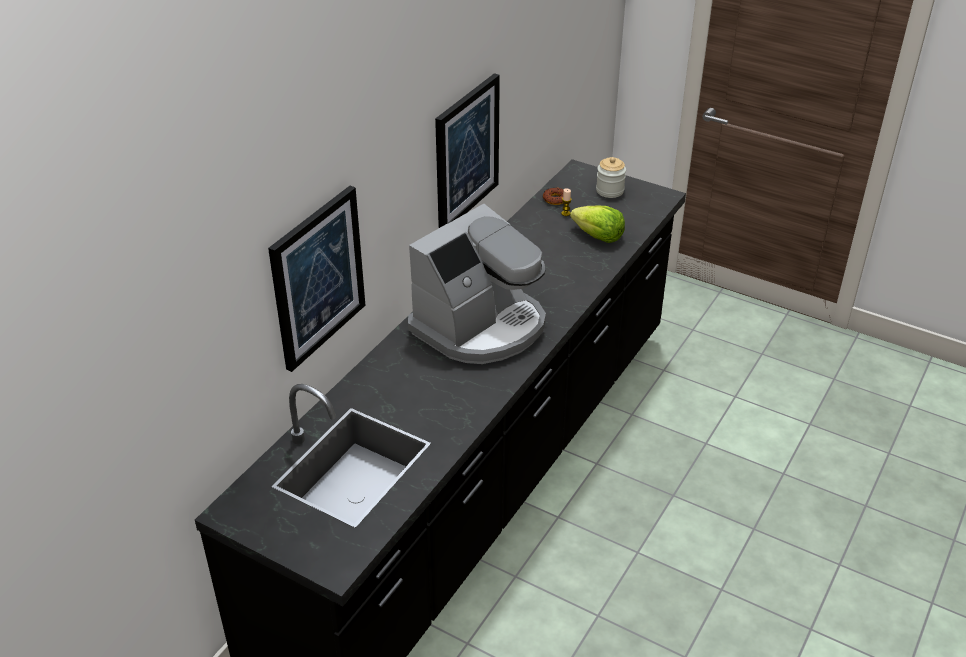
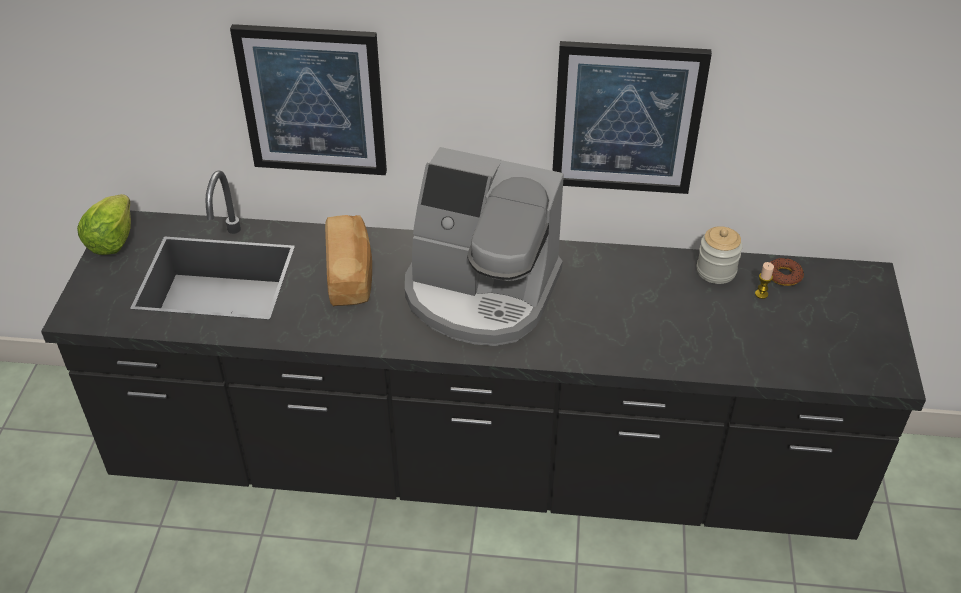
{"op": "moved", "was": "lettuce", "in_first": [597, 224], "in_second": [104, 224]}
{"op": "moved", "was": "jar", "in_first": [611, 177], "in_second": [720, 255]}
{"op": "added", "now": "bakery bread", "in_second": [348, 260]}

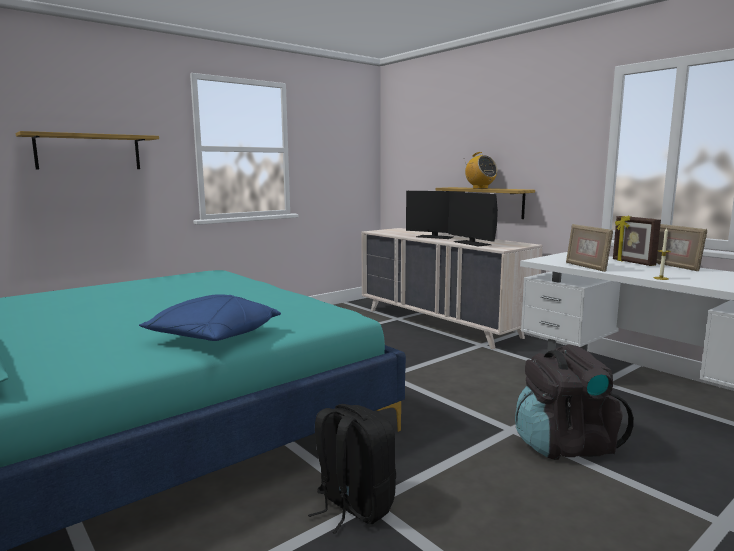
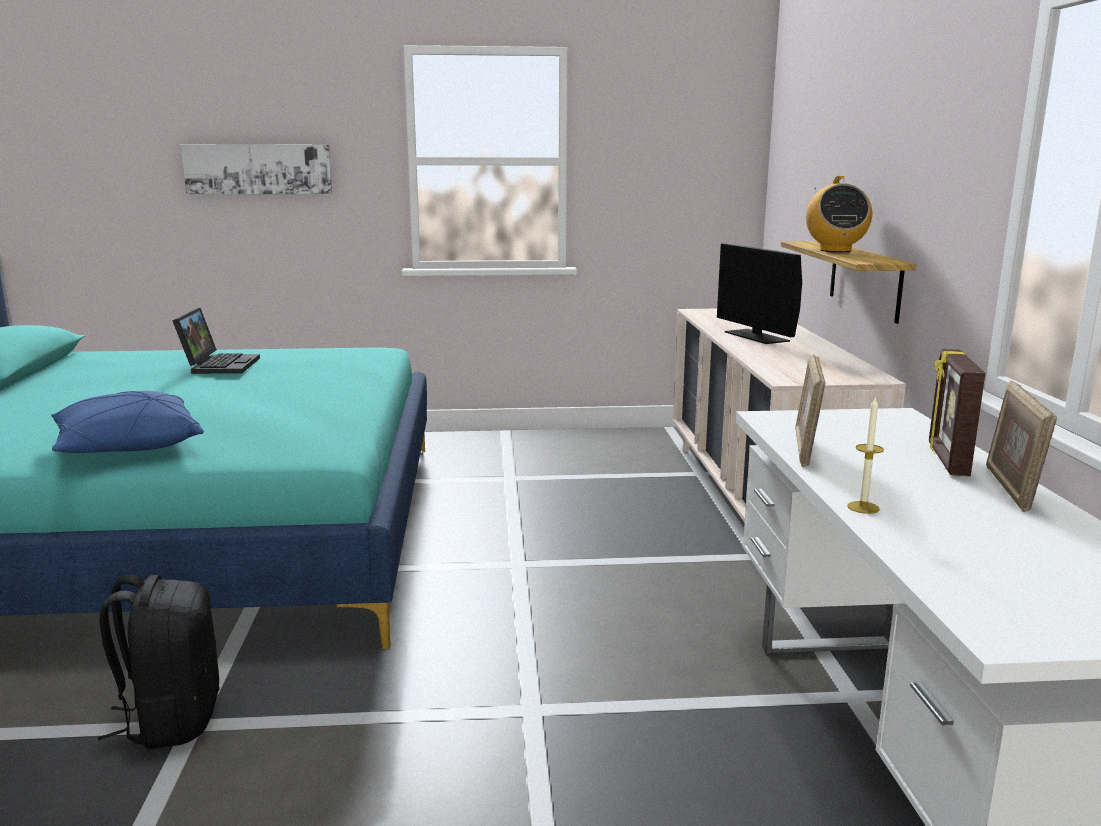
{"op": "replaced", "was": "shelf", "now": "wall picture", "in_first": [87, 150], "in_second": [257, 169]}
{"op": "removed", "was": "computer display", "in_first": [473, 219]}
{"op": "removed", "was": "blackish knapsack", "in_first": [574, 402]}
{"op": "added", "now": "laptop", "in_second": [216, 341]}

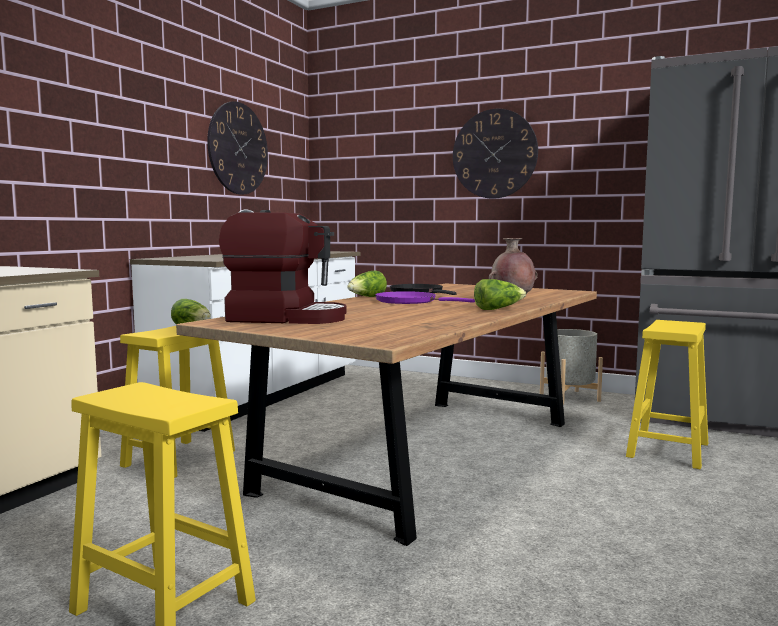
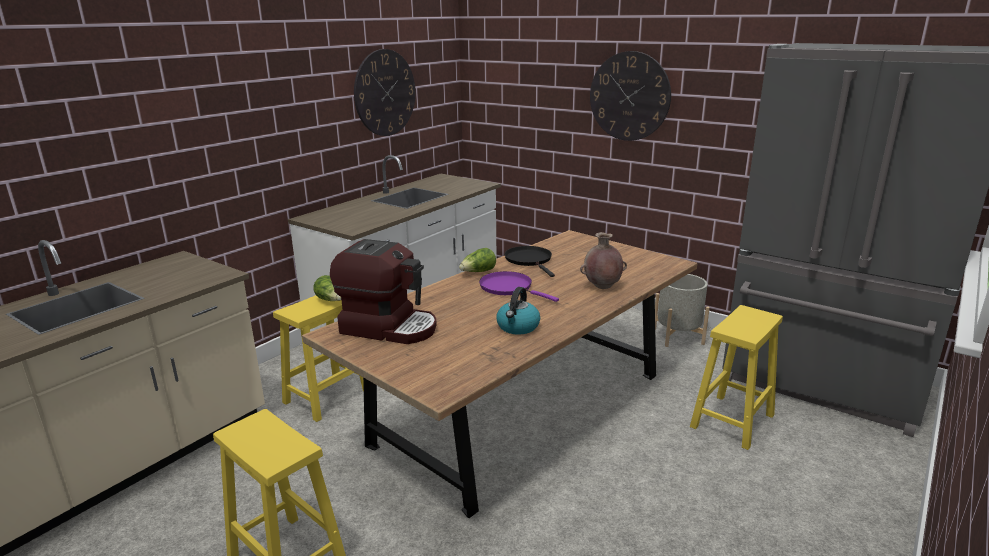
{"op": "removed", "was": "lettuce", "in_first": [500, 294]}
{"op": "added", "now": "kettle", "in_second": [518, 311]}

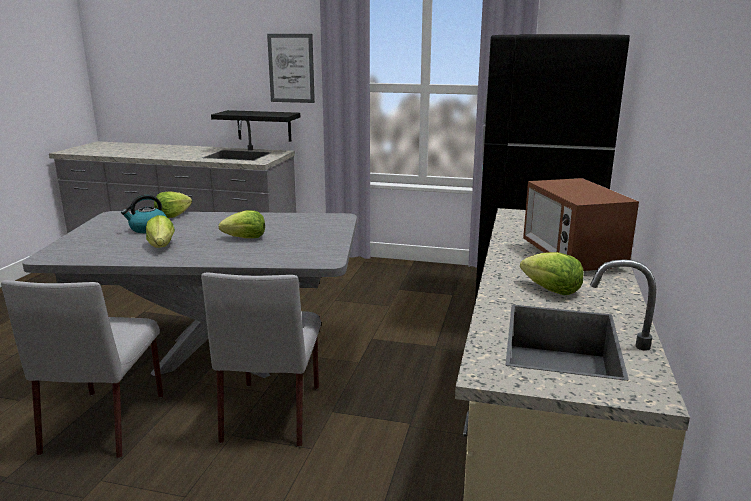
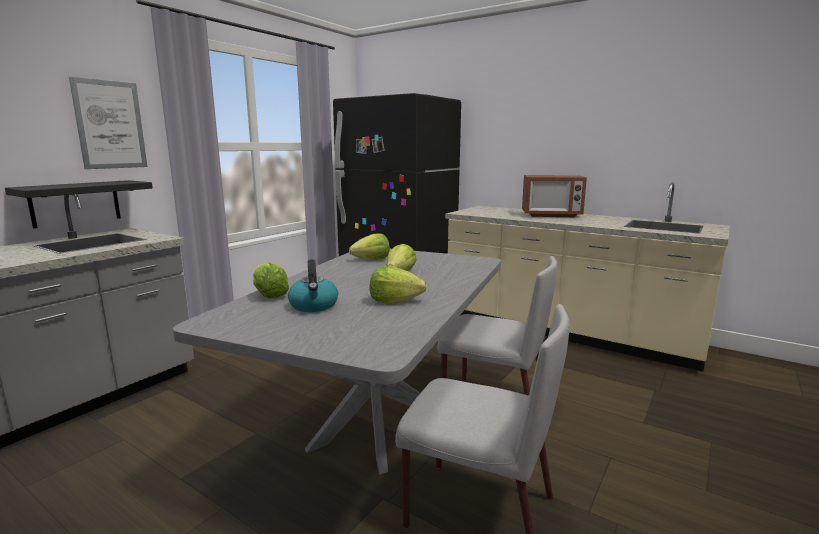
{"op": "moved", "was": "lettuce", "in_first": [552, 273], "in_second": [369, 246]}

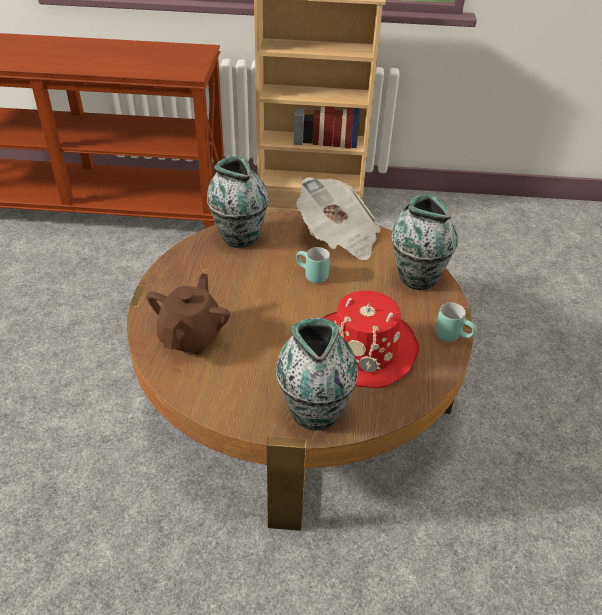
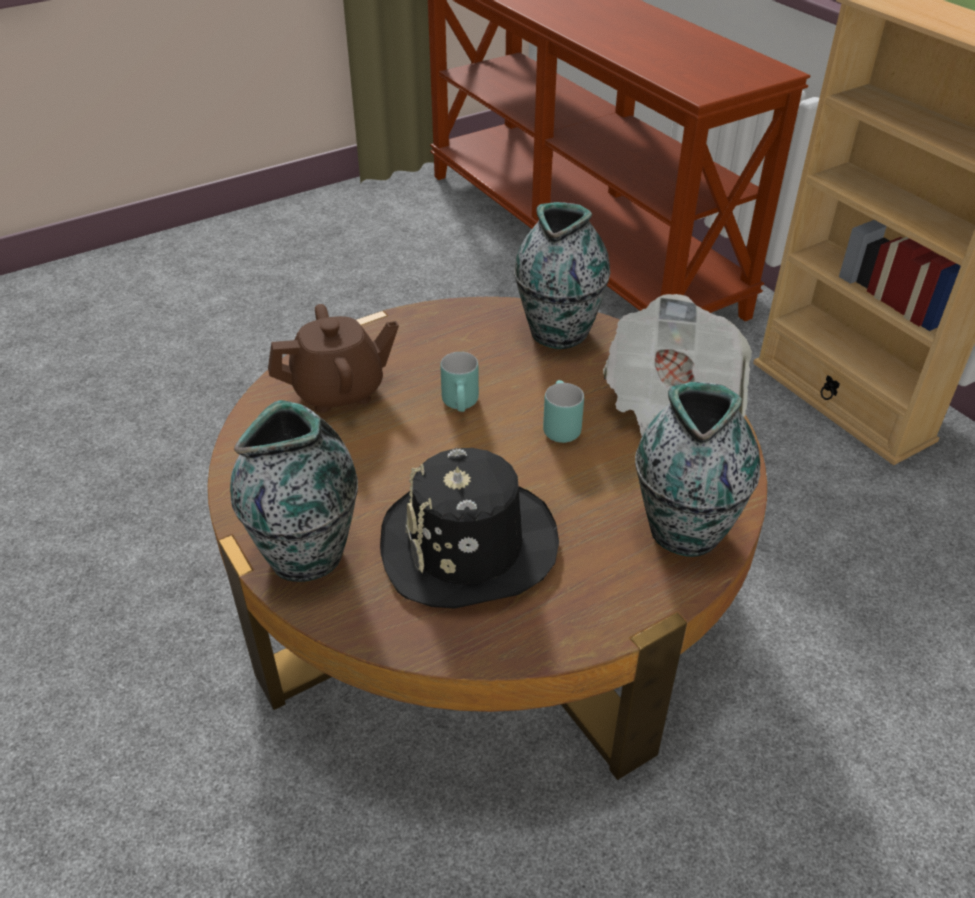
{"op": "recoloured", "was": "red-coloured clothing hat", "now": "blackish clothing hat", "in_first": [371, 339], "in_second": [469, 528]}
{"op": "moved", "was": "turquoise-coloured coffee mug", "in_first": [455, 322], "in_second": [459, 382]}

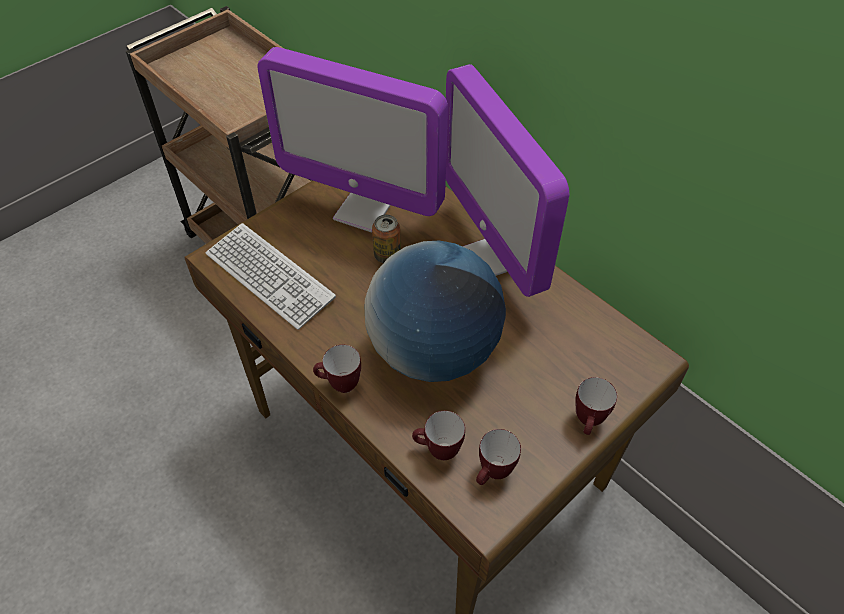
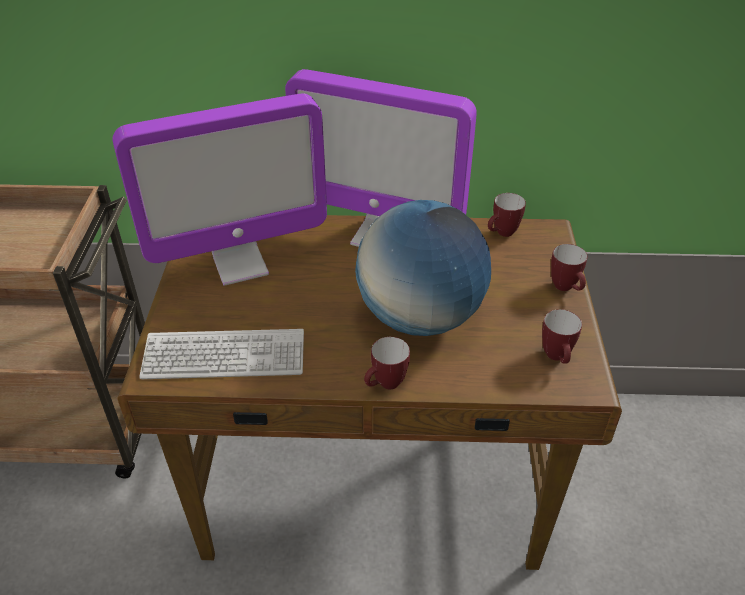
{"op": "removed", "was": "metal can", "in_first": [386, 239]}
{"op": "moved", "was": "coffee mug", "in_first": [438, 435], "in_second": [507, 215]}

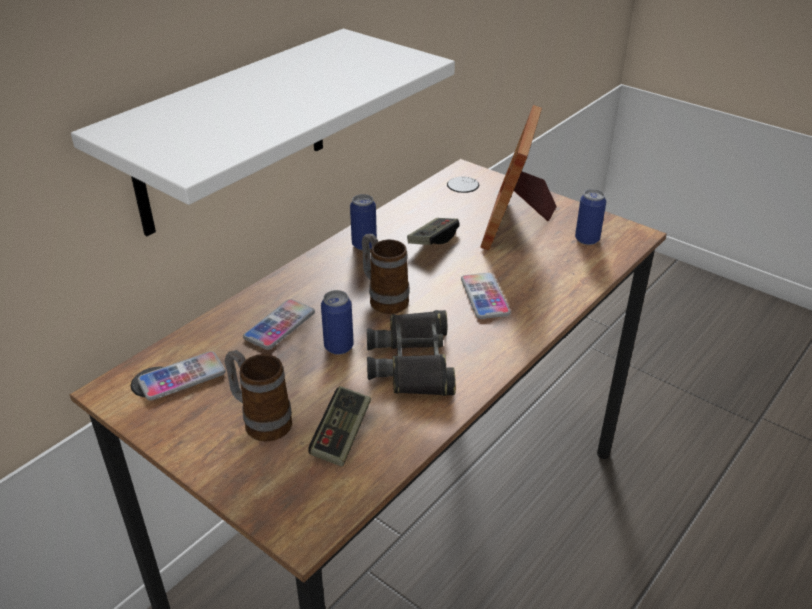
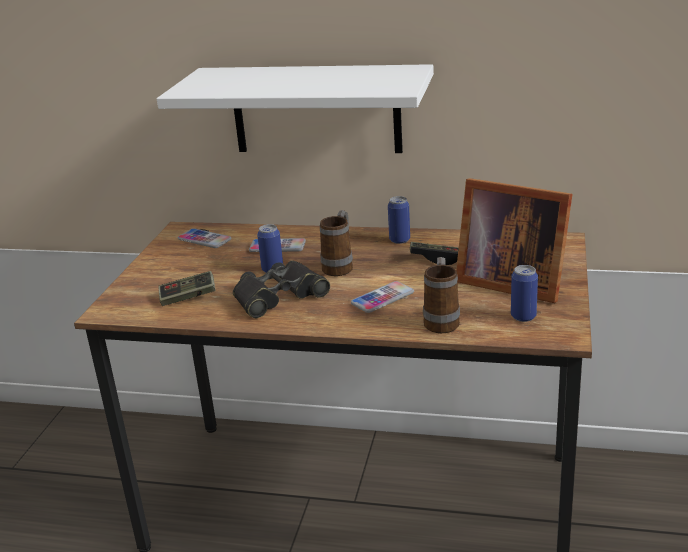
{"op": "moved", "was": "coffee mug", "in_first": [258, 396], "in_second": [441, 295]}
{"op": "turned", "was": "standing frame", "in_first": [518, 177], "in_second": [514, 240], "clockwise": -135}

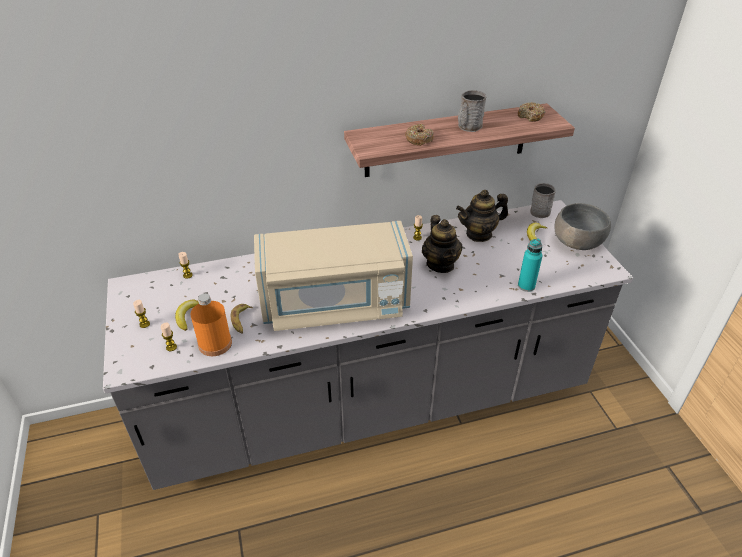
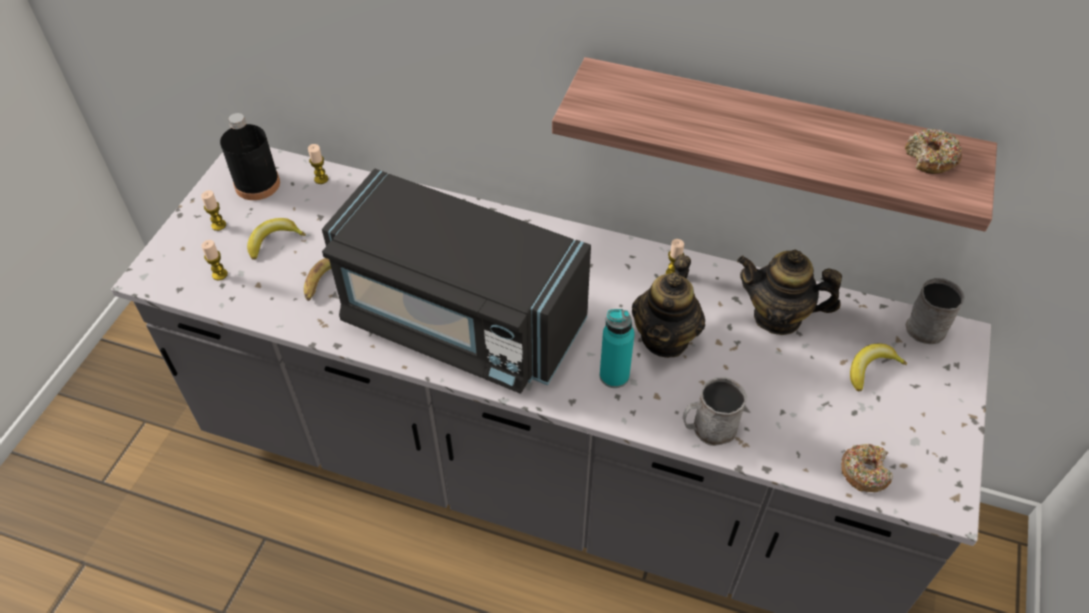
{"op": "removed", "was": "orange beverage bottle", "in_first": [211, 325]}
{"op": "recoloured", "was": "beige kitchen microwave", "now": "blackish kitchen microwave", "in_first": [333, 276], "in_second": [456, 281]}
{"op": "moved", "was": "ring doughnut", "in_first": [419, 135], "in_second": [867, 468]}
{"op": "moved", "was": "greyish coffee mug", "in_first": [472, 111], "in_second": [715, 411]}
{"op": "moved", "was": "turquoise-coloured beverage bottle", "in_first": [530, 265], "in_second": [617, 348]}
{"op": "removed", "was": "greyish bowl", "in_first": [582, 226]}
{"op": "added", "now": "blackish beverage bottle", "in_second": [250, 156]}

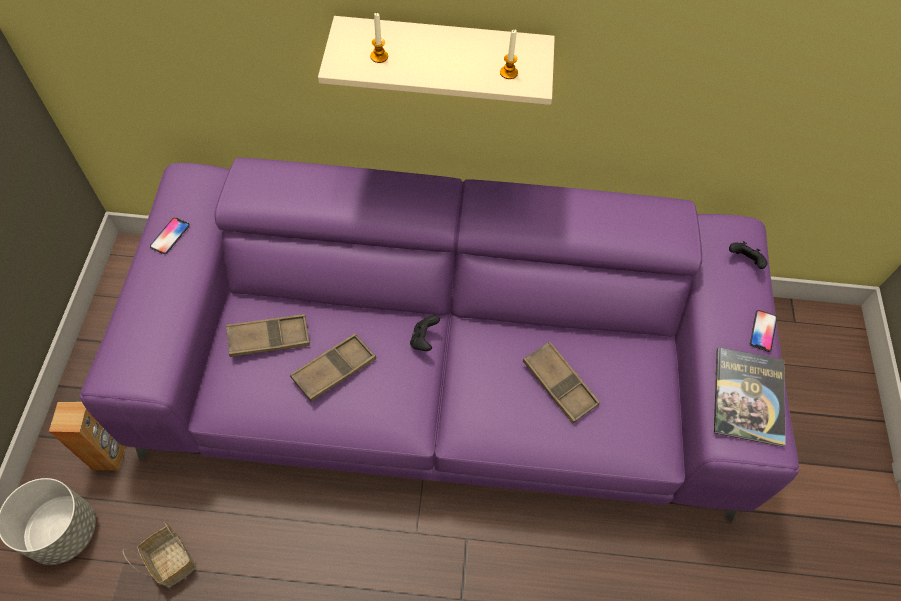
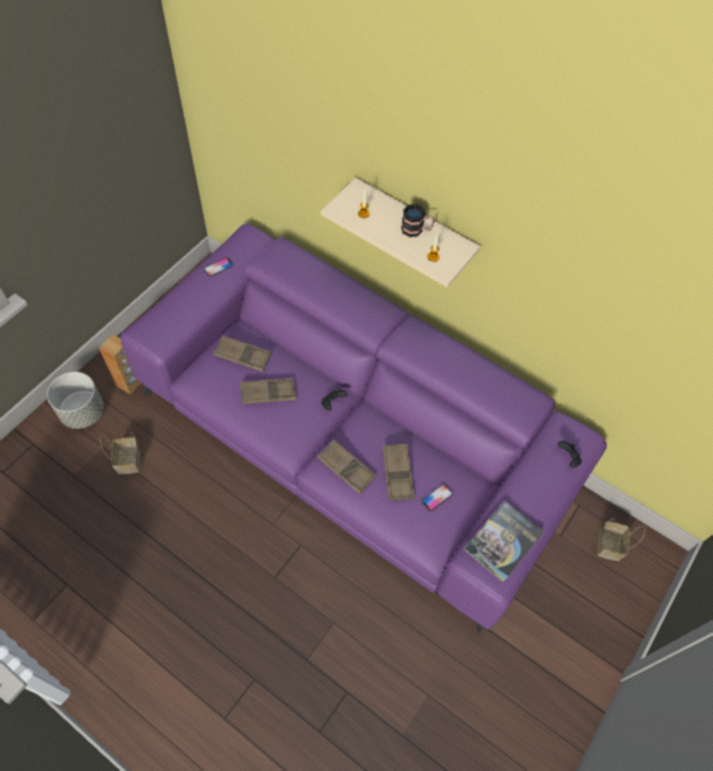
{"op": "moved", "was": "handset", "in_first": [763, 331], "in_second": [437, 498]}
{"op": "added", "now": "brown carrying tray", "in_second": [346, 466]}
{"op": "added", "now": "coffee mug", "in_second": [418, 220]}
{"op": "added", "now": "household basket", "in_second": [621, 539]}

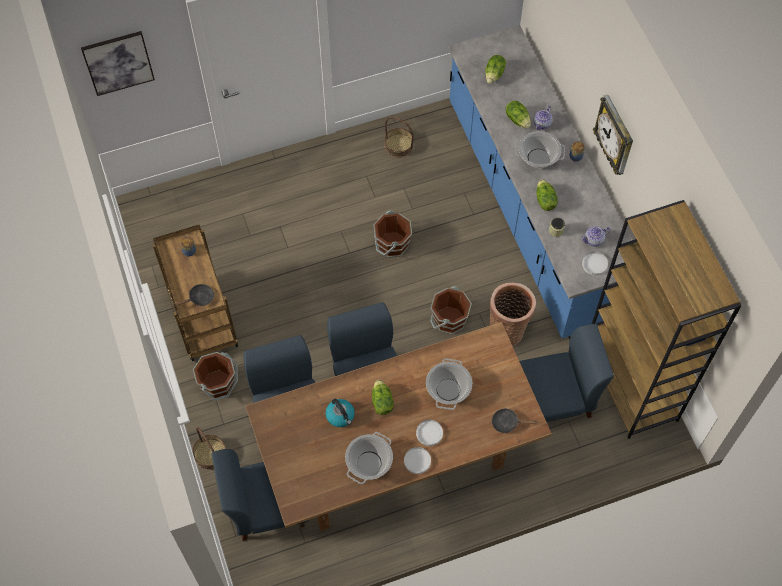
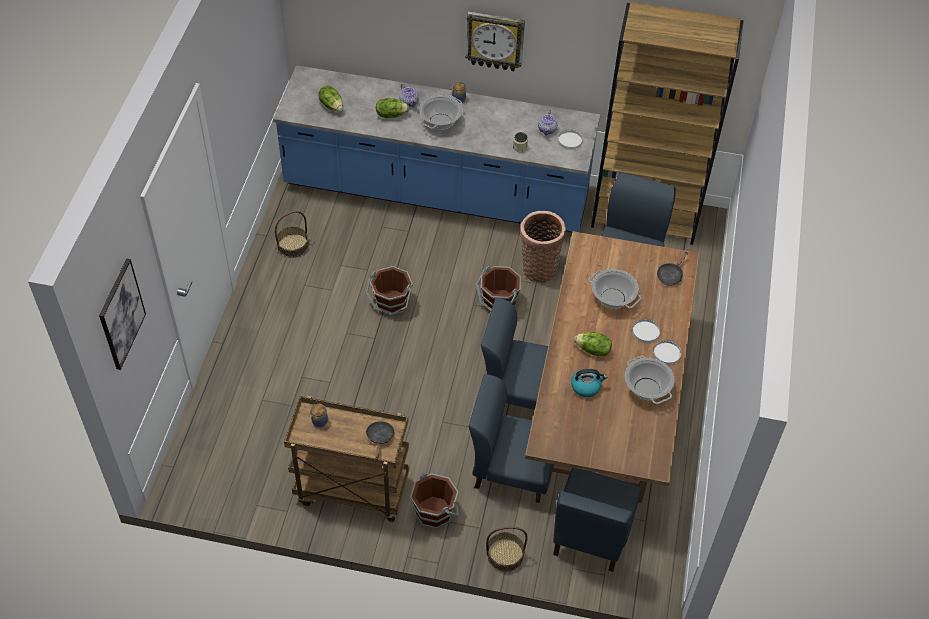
{"op": "removed", "was": "lettuce", "in_first": [547, 195]}

